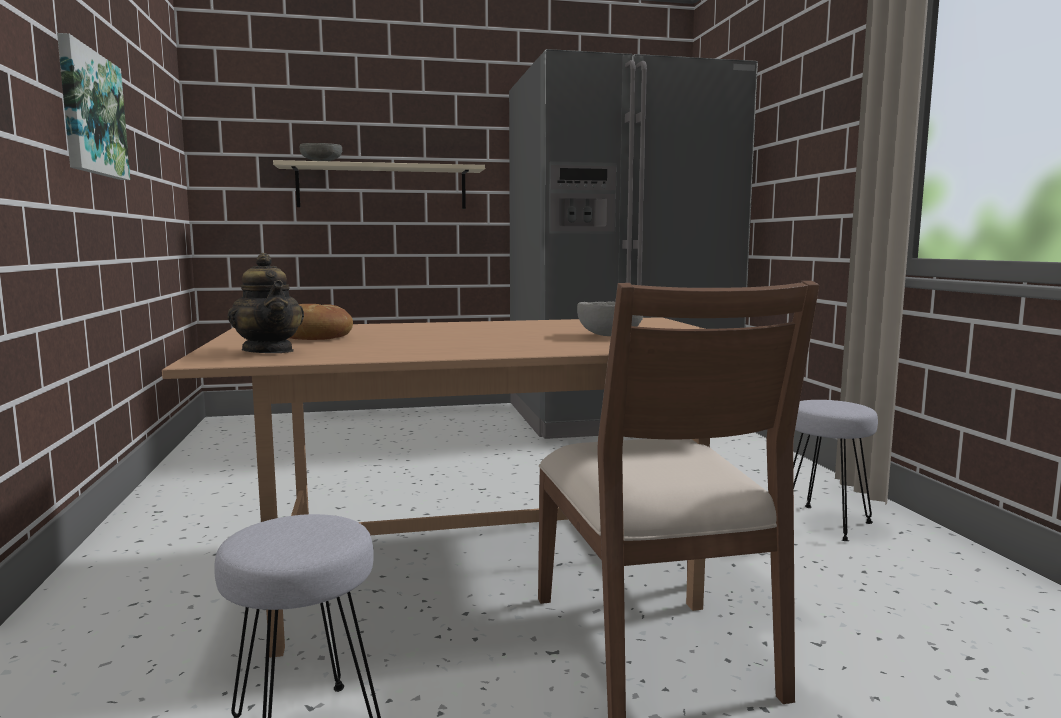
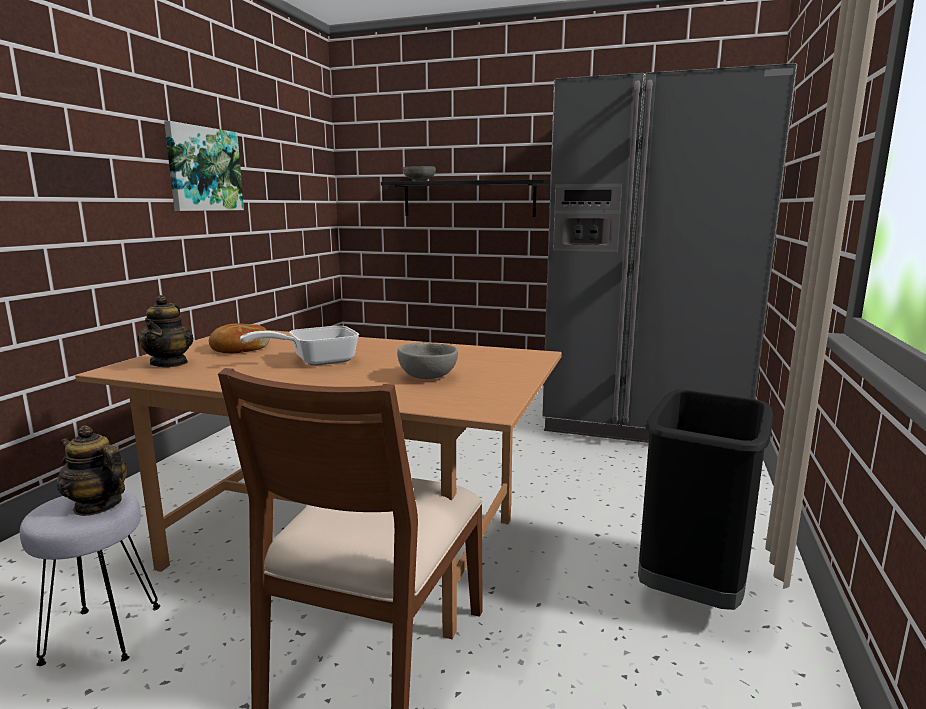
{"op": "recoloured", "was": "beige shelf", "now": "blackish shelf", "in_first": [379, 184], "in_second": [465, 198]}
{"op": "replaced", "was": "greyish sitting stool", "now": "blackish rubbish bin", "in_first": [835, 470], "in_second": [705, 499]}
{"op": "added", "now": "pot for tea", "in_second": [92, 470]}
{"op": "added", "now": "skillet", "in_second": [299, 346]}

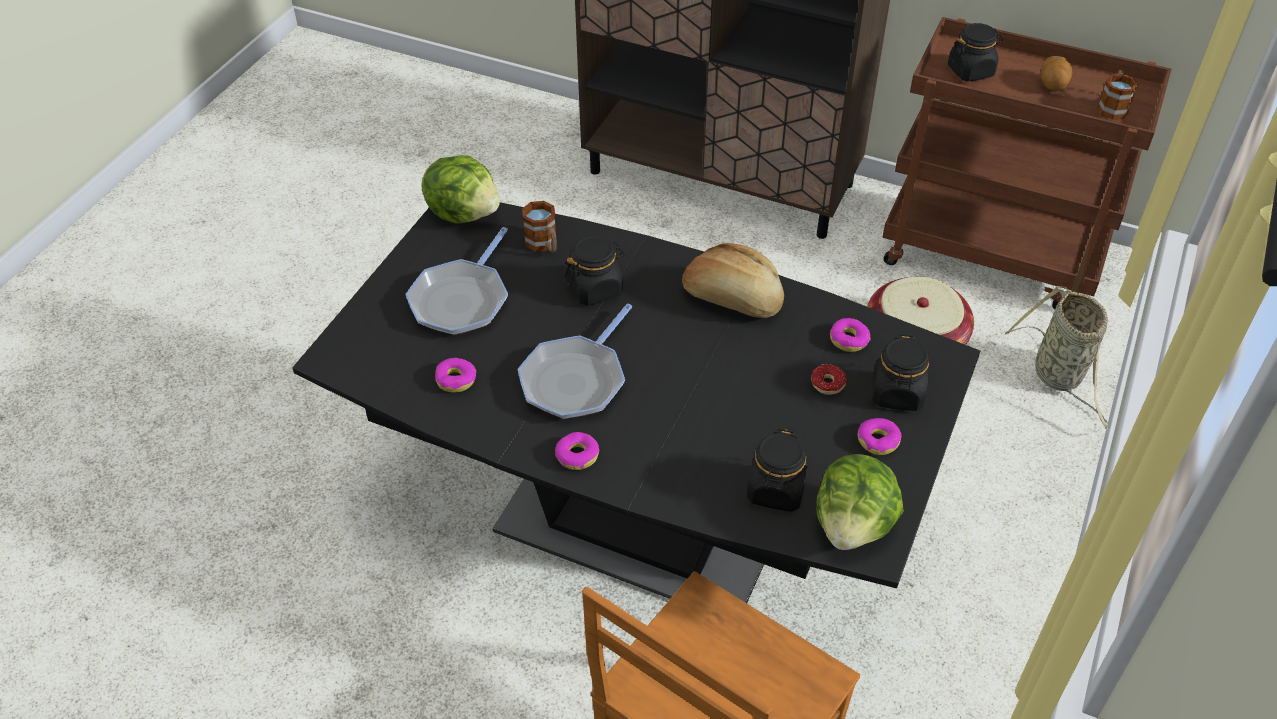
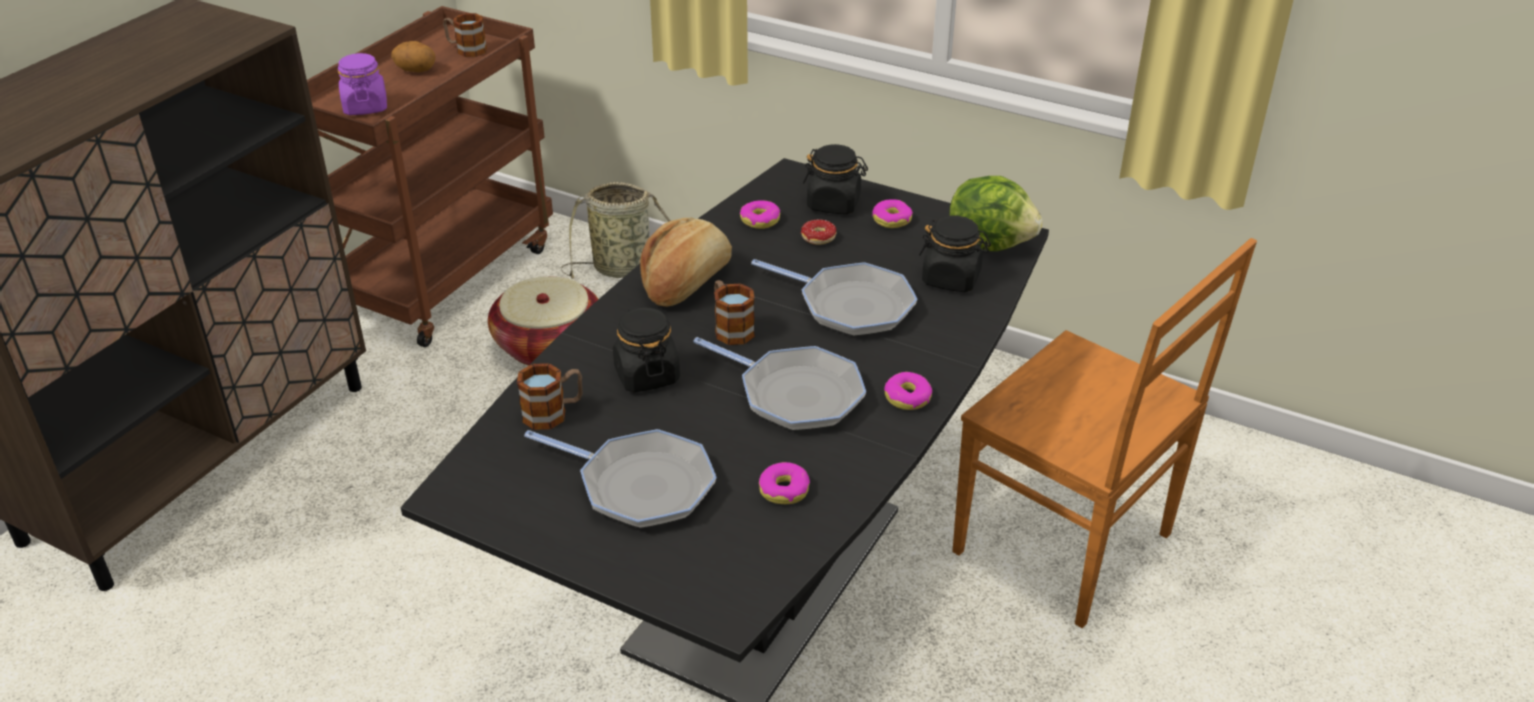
{"op": "removed", "was": "lettuce", "in_first": [461, 189]}
{"op": "recoloured", "was": "blackish jar", "now": "purple-coloured jar", "in_first": [975, 52], "in_second": [362, 84]}
{"op": "added", "now": "coffee mug", "in_second": [734, 312]}
{"op": "added", "now": "skillet", "in_second": [834, 297]}

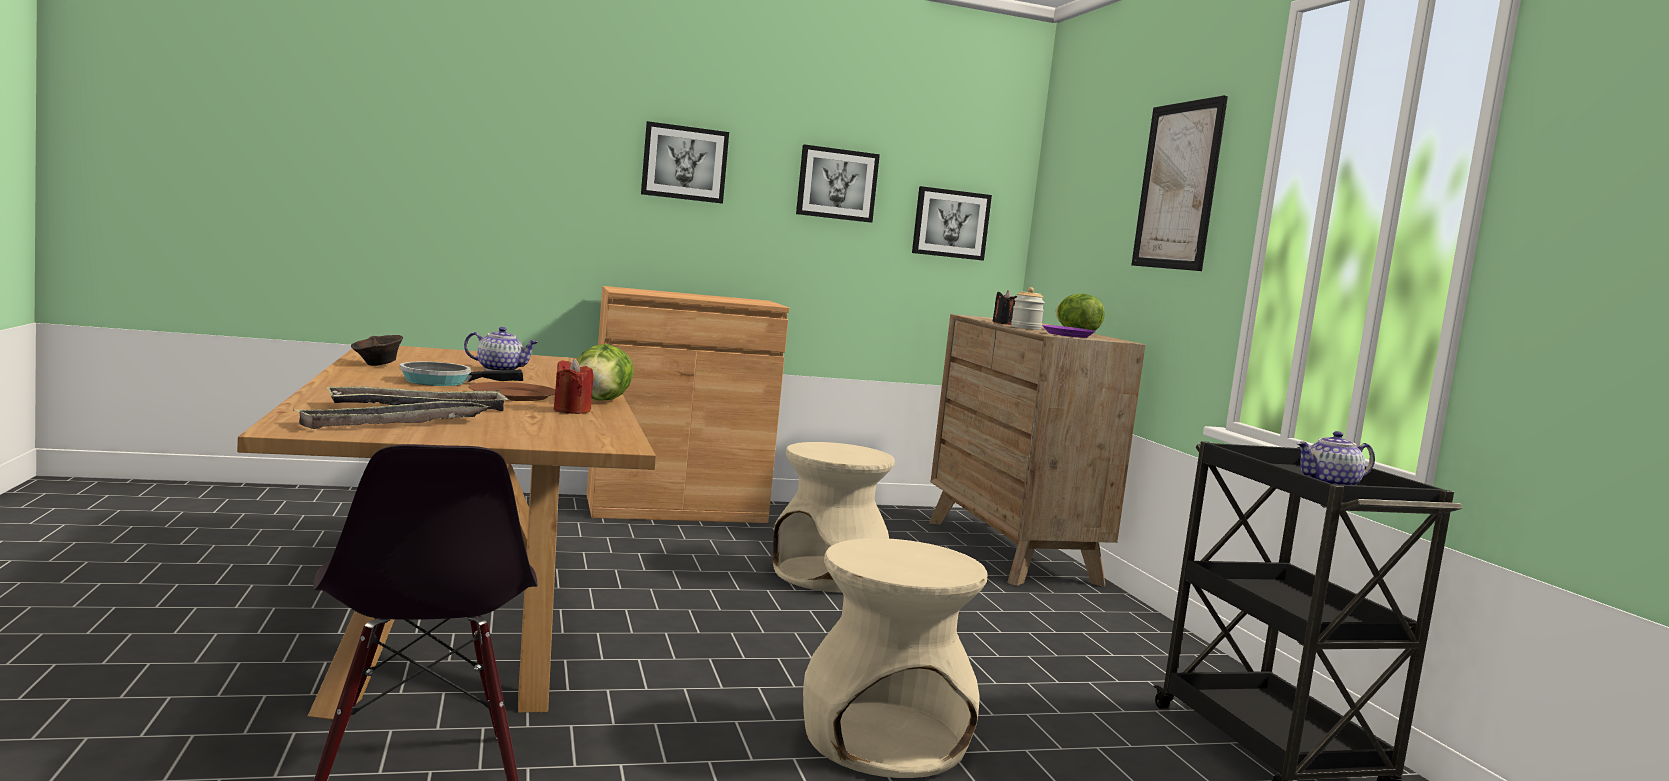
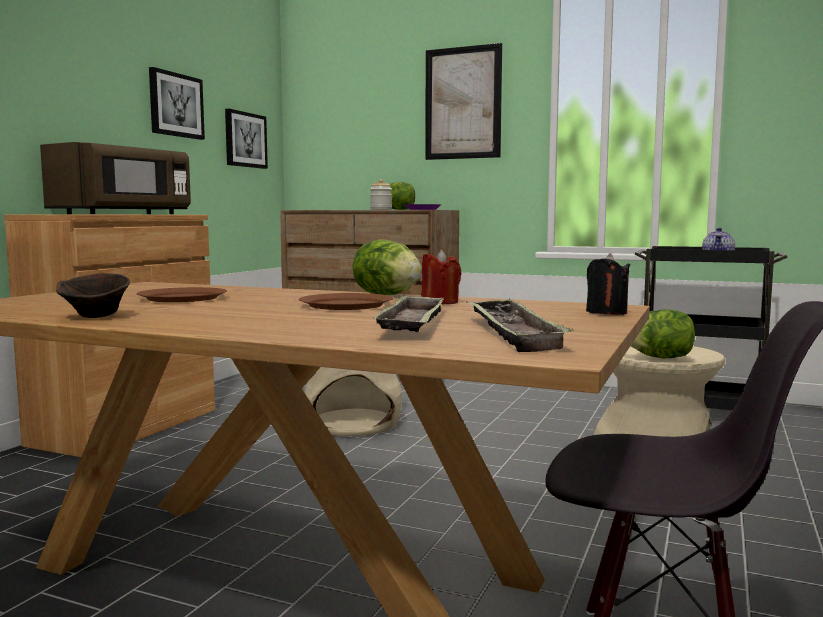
{"op": "removed", "was": "skillet", "in_first": [461, 374]}
{"op": "replaced", "was": "pot for tea", "now": "brown dinner plate", "in_first": [501, 349], "in_second": [182, 294]}
{"op": "removed", "was": "wall picture", "in_first": [685, 162]}
{"op": "moved", "was": "blackish candle", "in_first": [1004, 307], "in_second": [608, 284]}
{"op": "added", "now": "brown kitchen microwave", "in_second": [115, 178]}
{"op": "added", "now": "lettuce", "in_second": [663, 334]}

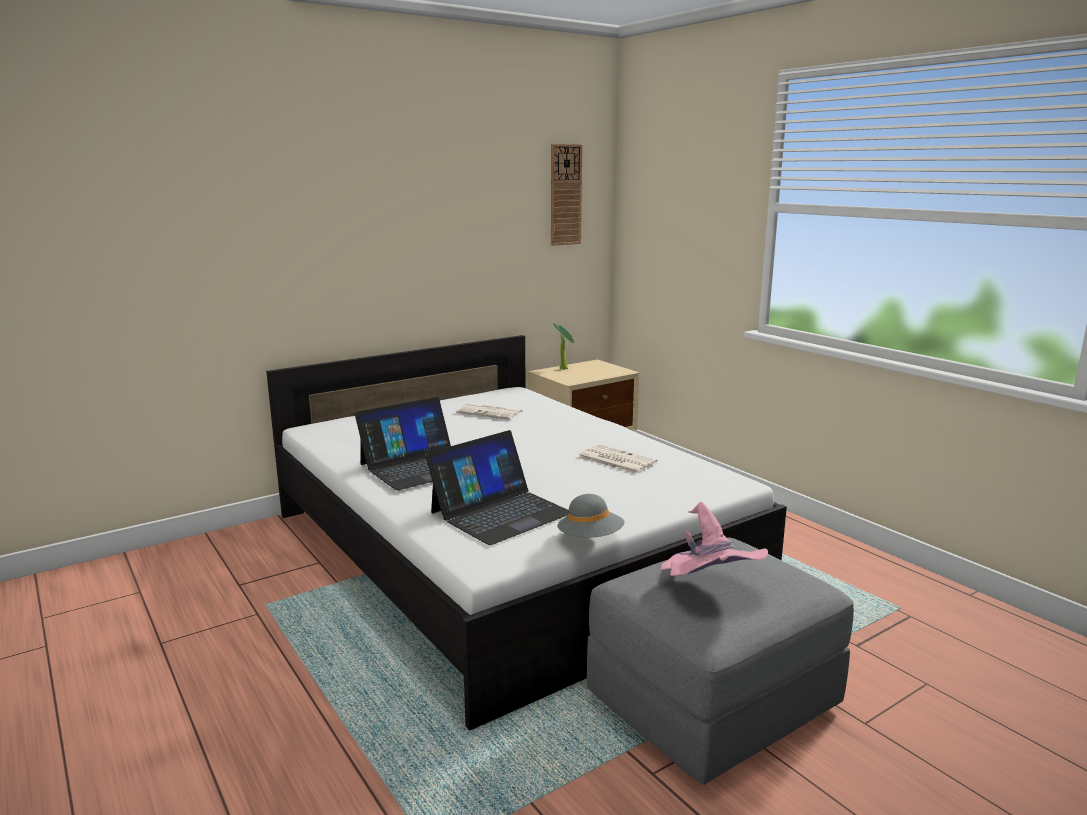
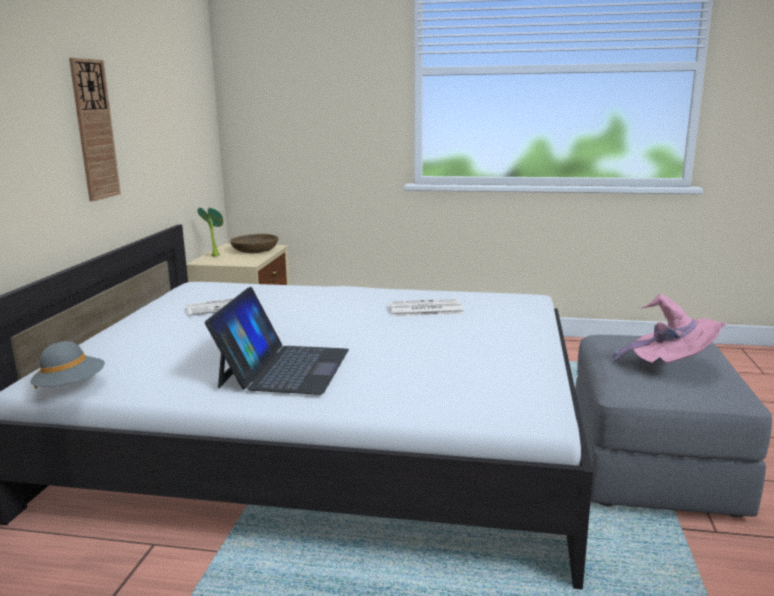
{"op": "removed", "was": "laptop", "in_first": [497, 487]}
{"op": "moved", "was": "wall clock", "in_first": [566, 195], "in_second": [95, 129]}
{"op": "moved", "was": "greyish clothing hat", "in_first": [591, 516], "in_second": [67, 365]}
{"op": "added", "now": "brown bowl", "in_second": [254, 243]}

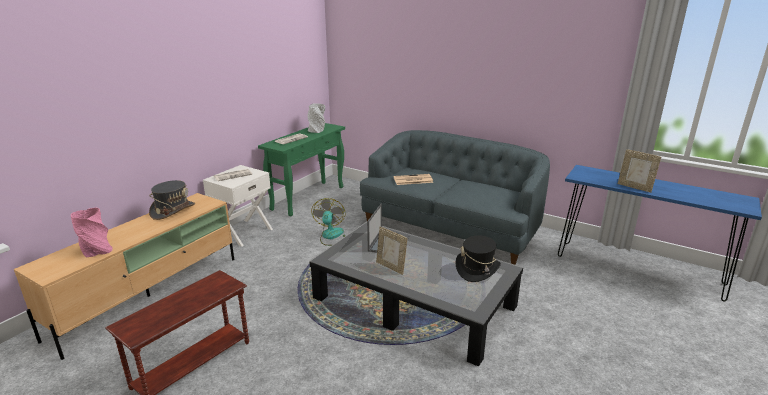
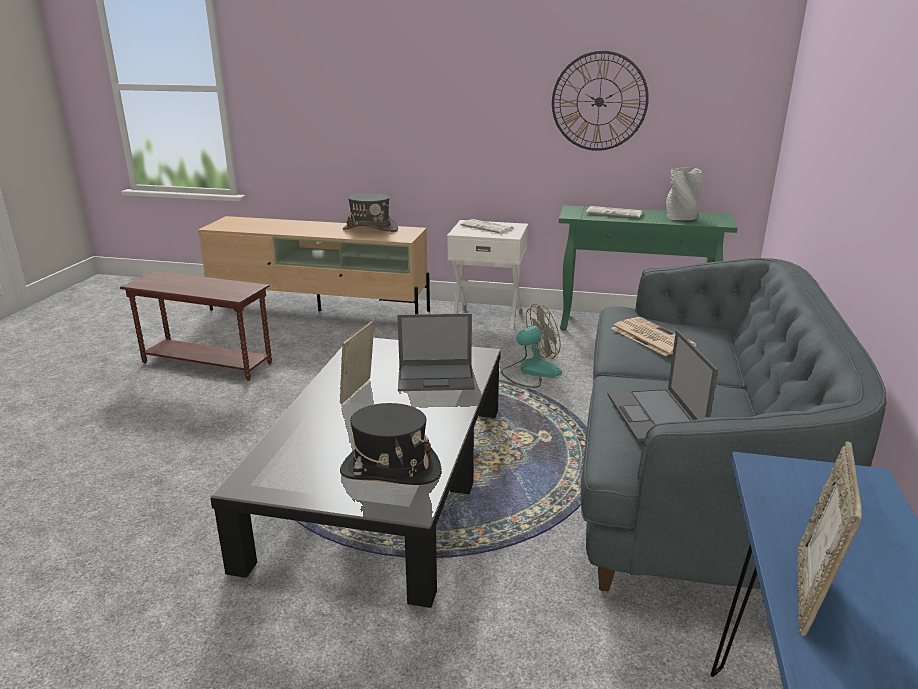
{"op": "removed", "was": "pink-coloured vase", "in_first": [92, 233]}
{"op": "added", "now": "wall clock", "in_second": [600, 101]}
{"op": "added", "now": "laptop", "in_second": [662, 386]}

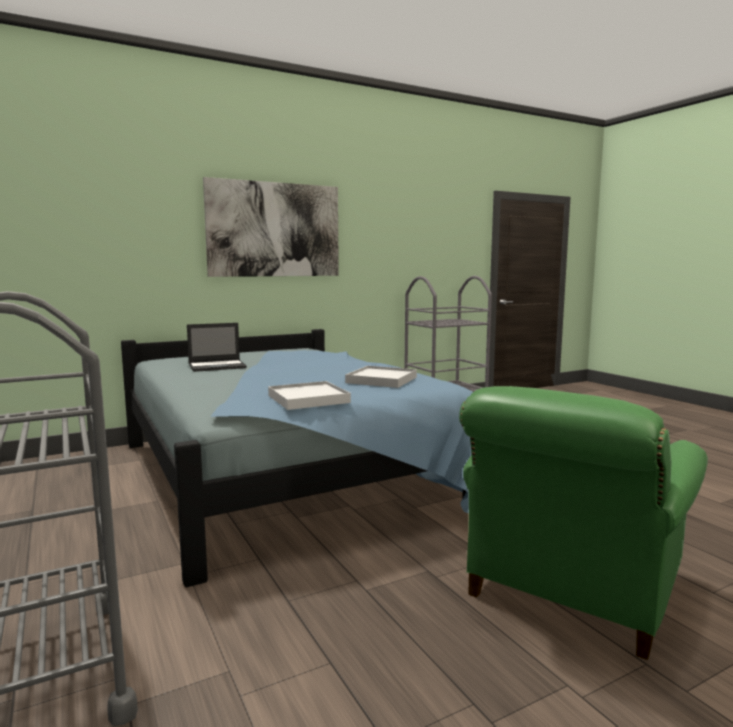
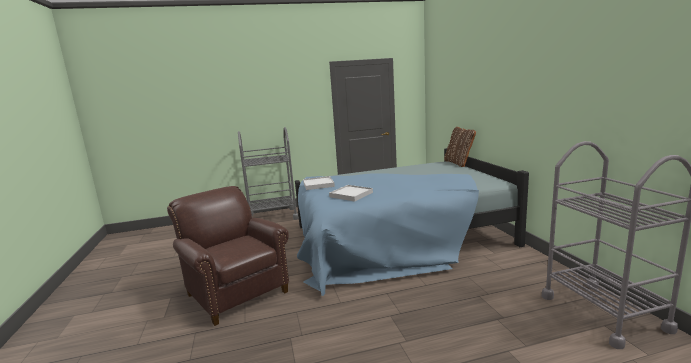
{"op": "removed", "was": "laptop", "in_first": [217, 347]}
{"op": "removed", "was": "wall picture", "in_first": [271, 227]}
{"op": "recoloured", "was": "green armchair", "now": "brown armchair", "in_first": [583, 523], "in_second": [228, 256]}
{"op": "added", "now": "brown throw pillow", "in_second": [460, 147]}

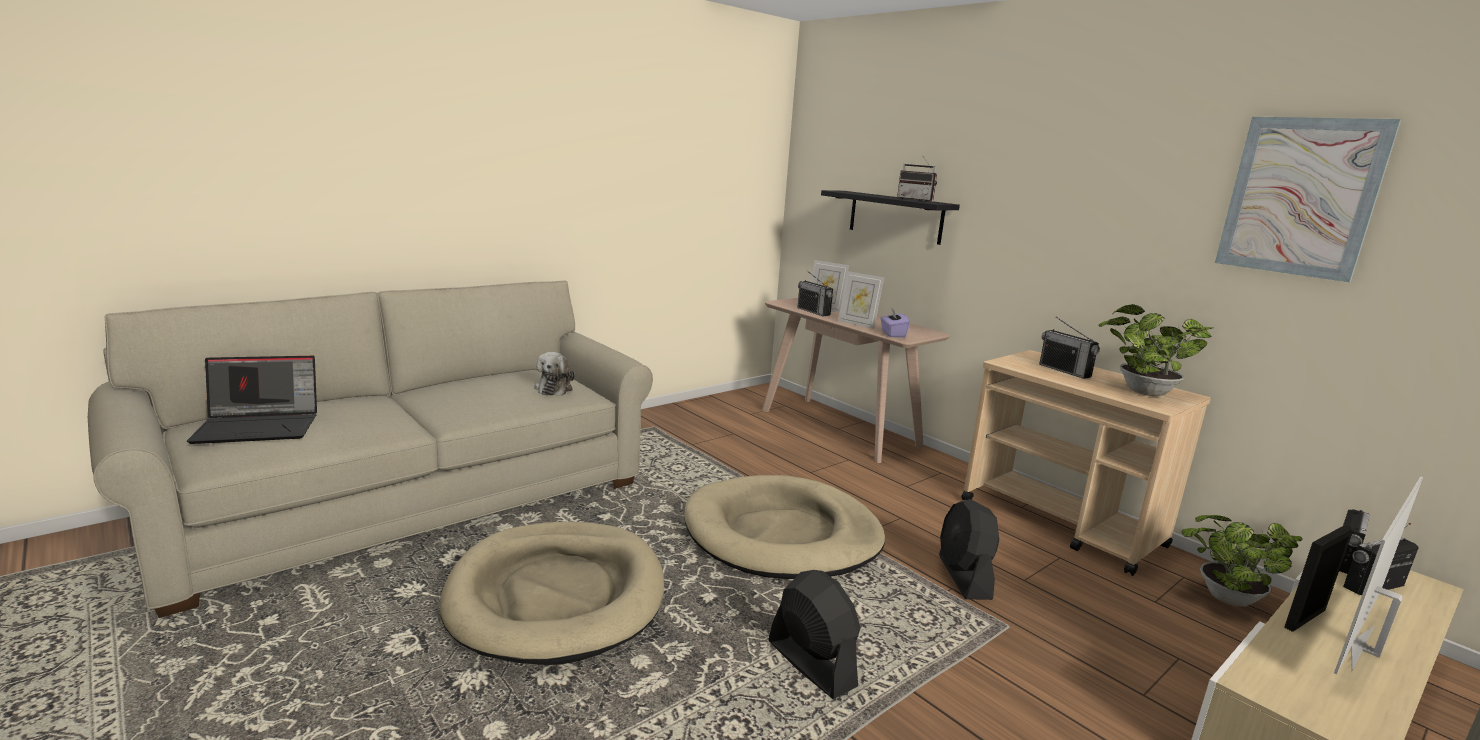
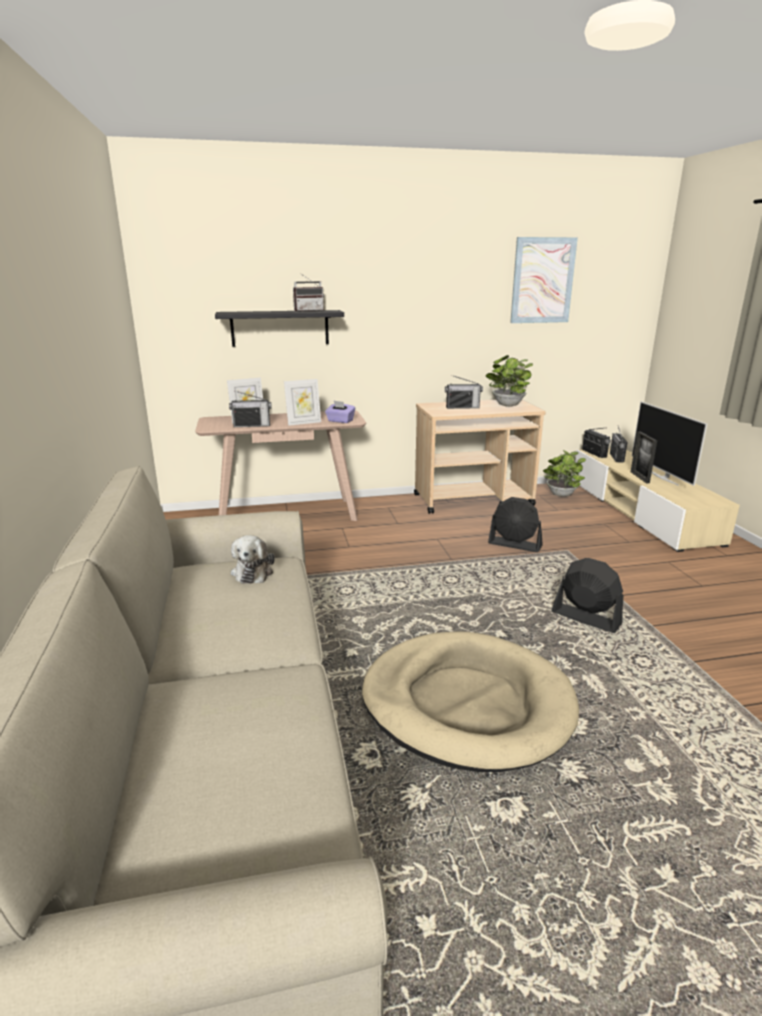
{"op": "removed", "was": "laptop", "in_first": [252, 400]}
{"op": "turned", "was": "plush toy", "in_first": [554, 374], "in_second": [253, 559], "clockwise": 60}
{"op": "removed", "was": "beige pet bed", "in_first": [784, 527]}
{"op": "turned", "was": "blackish fan", "in_first": [814, 634], "in_second": [587, 595], "clockwise": 45}

